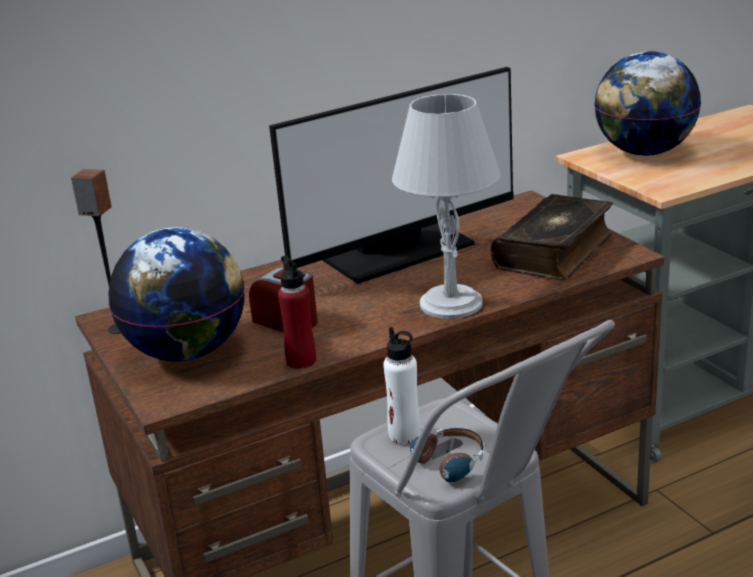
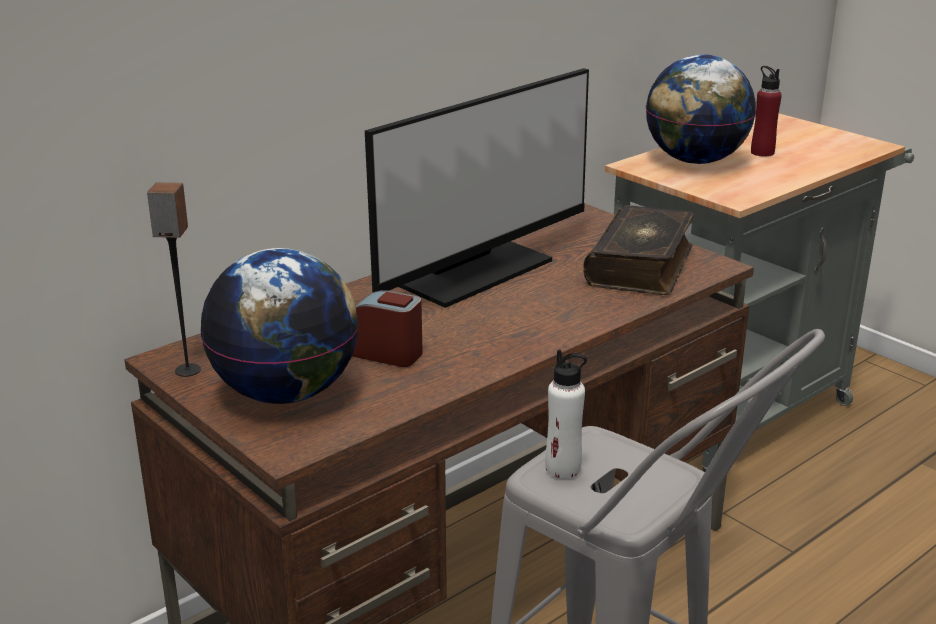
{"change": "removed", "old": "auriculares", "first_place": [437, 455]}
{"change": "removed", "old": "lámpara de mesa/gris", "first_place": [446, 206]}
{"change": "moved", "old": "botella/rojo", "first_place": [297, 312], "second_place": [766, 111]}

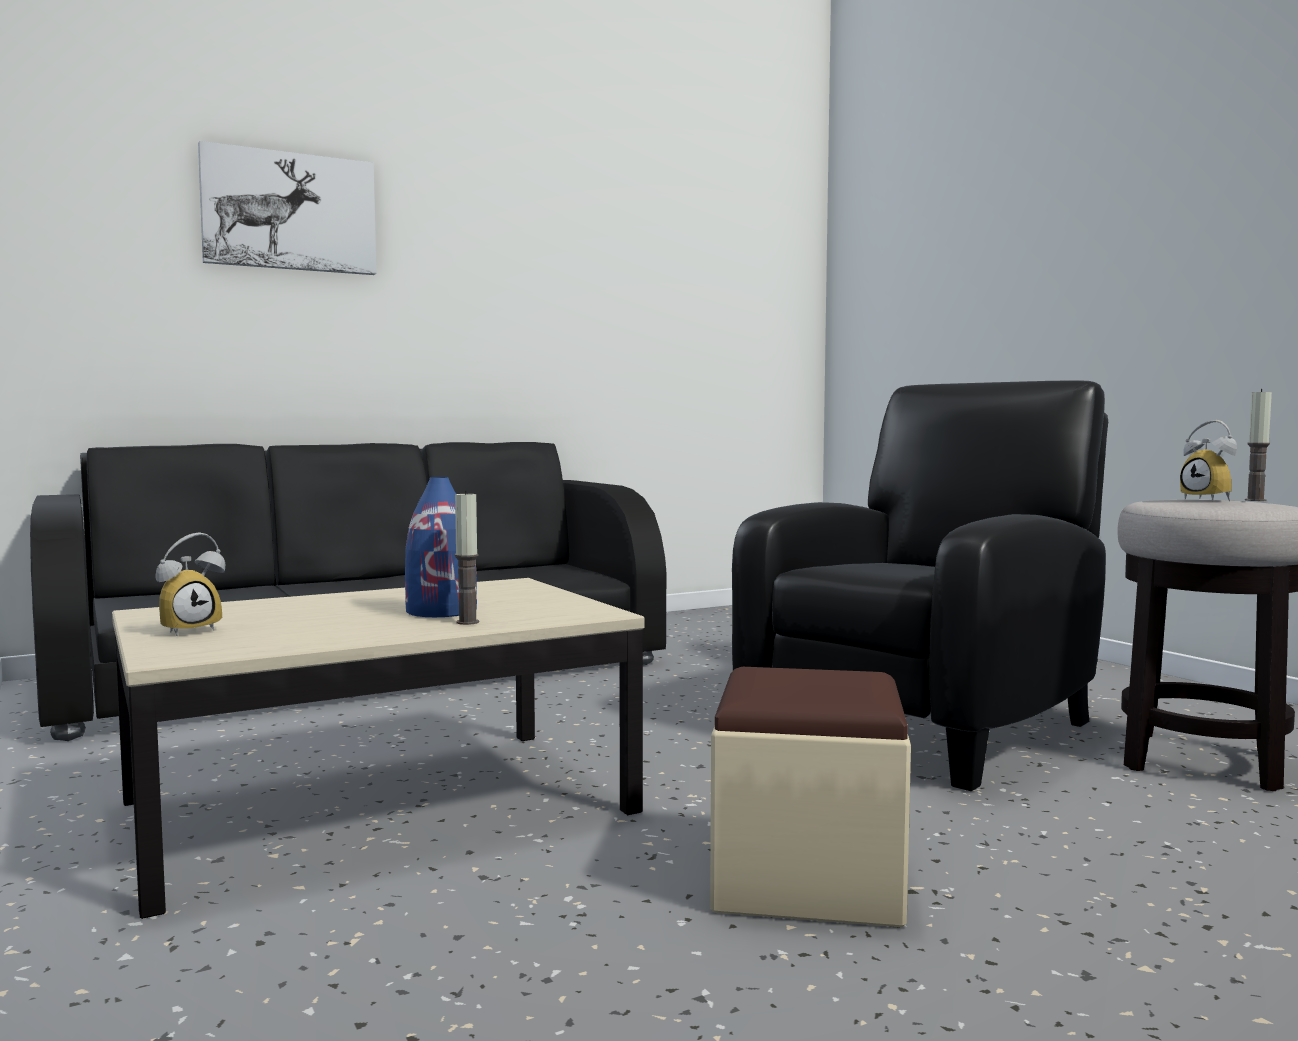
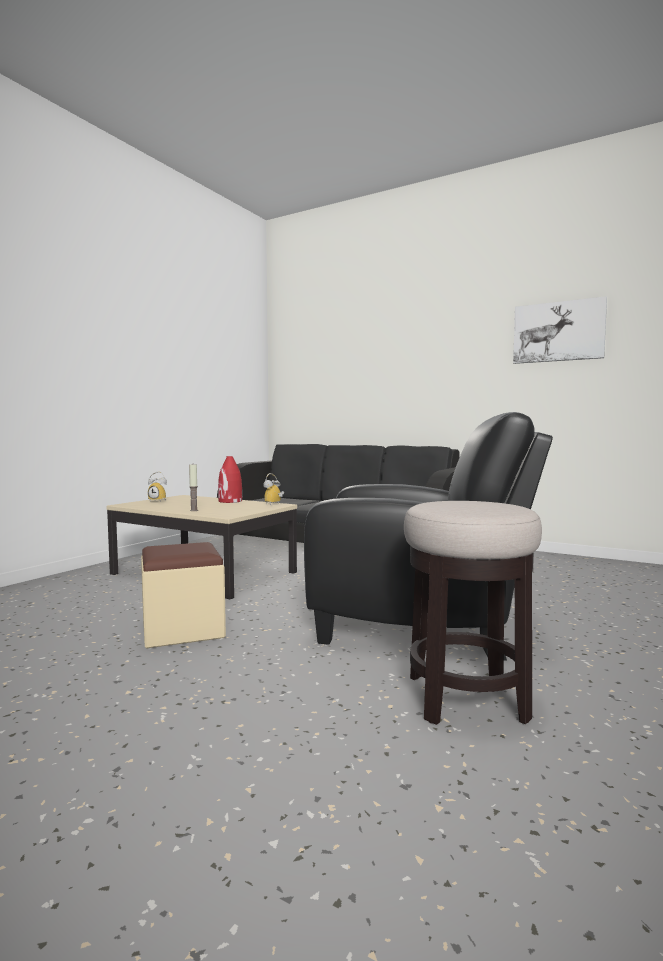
{"change": "removed", "old": "florero/azul", "first_place": [441, 547]}
{"change": "removed", "old": "vela", "first_place": [1258, 445]}
{"change": "added", "new": "florero/rojo", "second_place": [230, 479]}
{"change": "moved", "old": "cuadro", "first_place": [287, 208], "second_place": [560, 330]}
{"change": "moved", "old": "despertador", "first_place": [1208, 460], "second_place": [273, 489]}

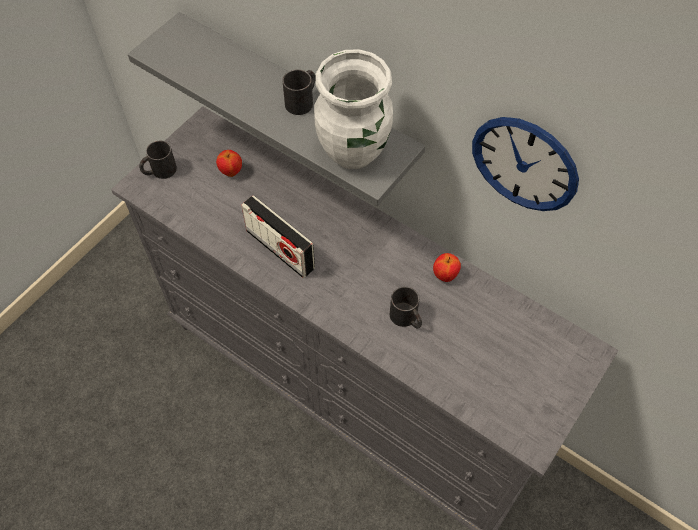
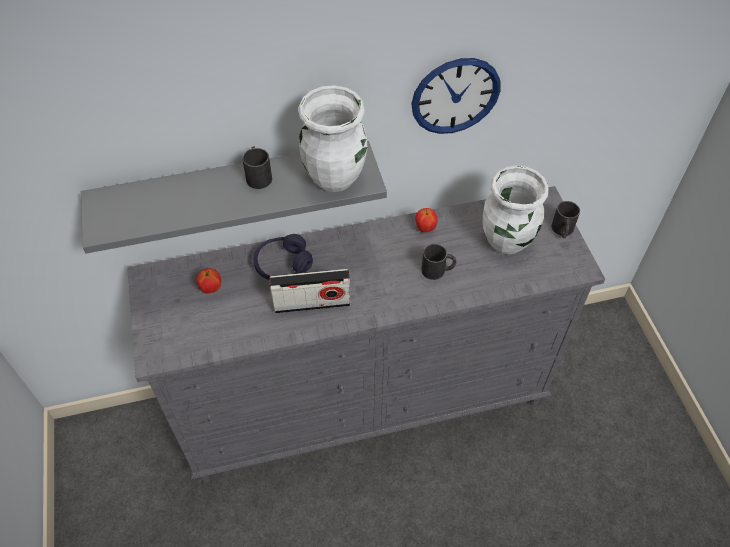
{"change": "added", "new": "auriculares/morado", "second_place": [283, 257]}
{"change": "added", "new": "florero/blanco", "second_place": [516, 210]}
{"change": "moved", "old": "taza grande/negro", "first_place": [158, 160], "second_place": [565, 219]}

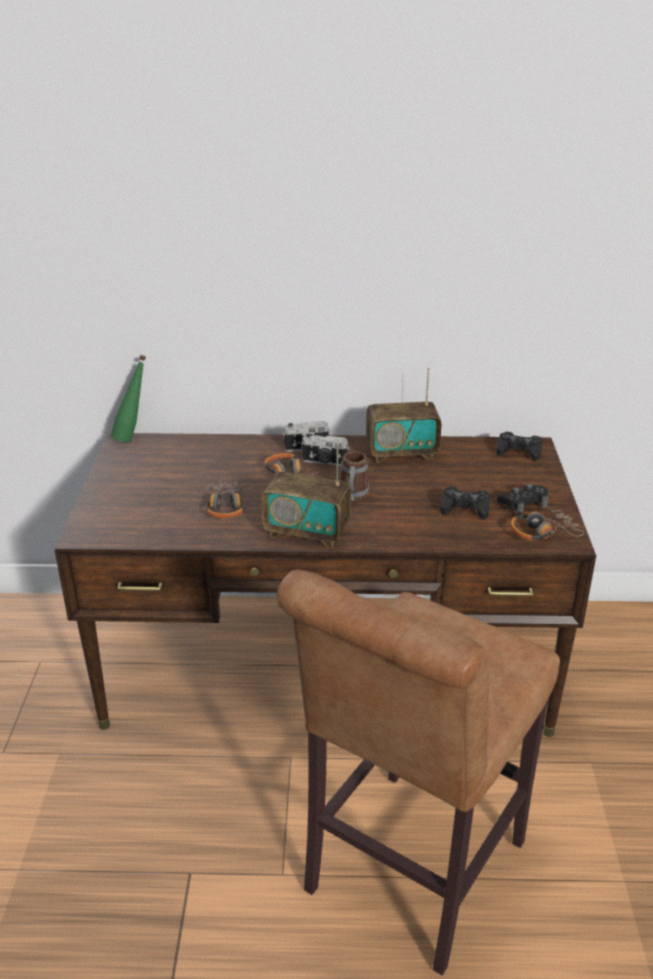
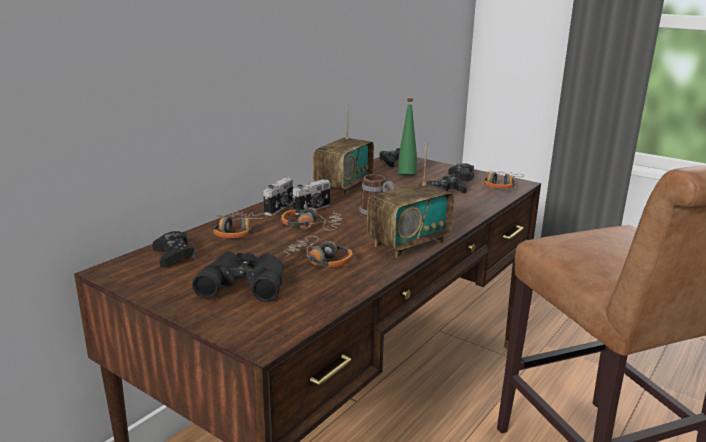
{"change": "added", "new": "mando de consola/negro", "second_place": [174, 249]}
{"change": "added", "new": "prismáticos/negro", "second_place": [238, 276]}
{"change": "added", "new": "auriculares", "second_place": [240, 225]}
{"change": "moved", "old": "botella/verde", "first_place": [128, 398], "second_place": [407, 136]}

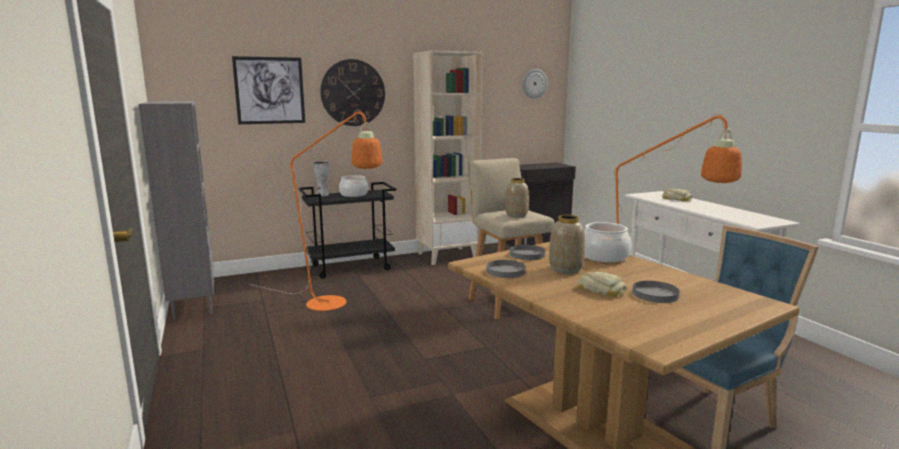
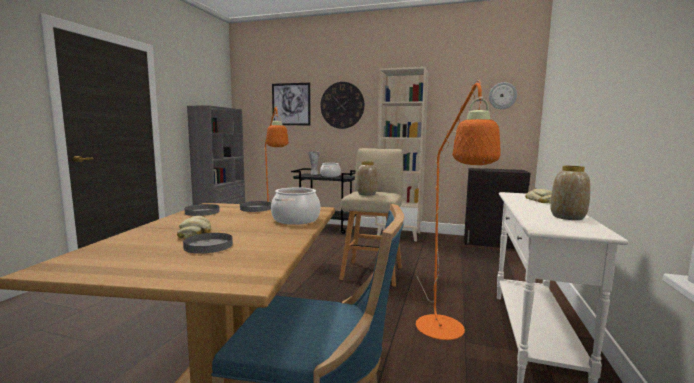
{"change": "moved", "old": "florero", "first_place": [567, 244], "second_place": [570, 193]}

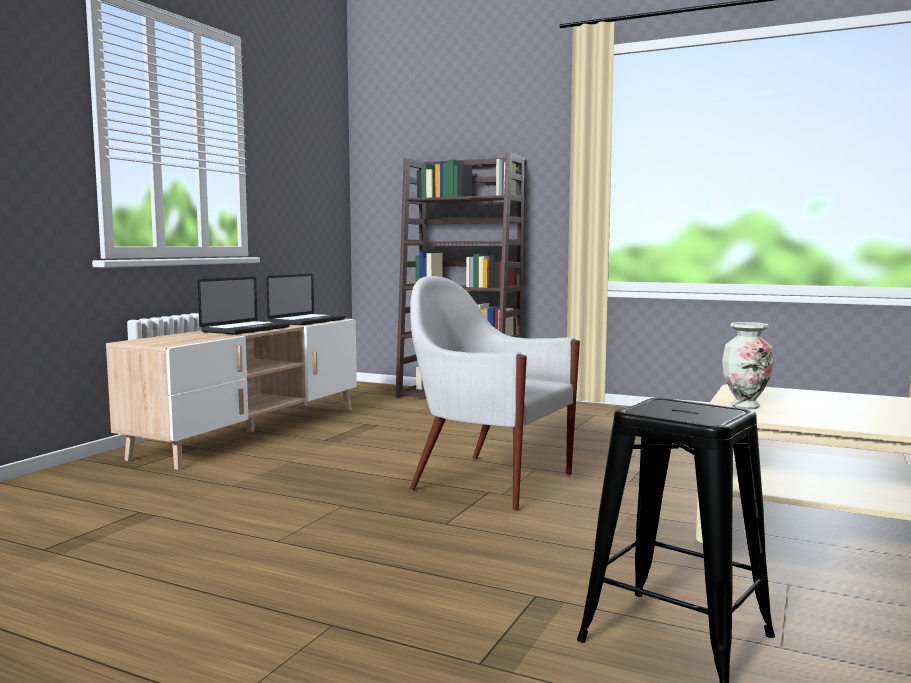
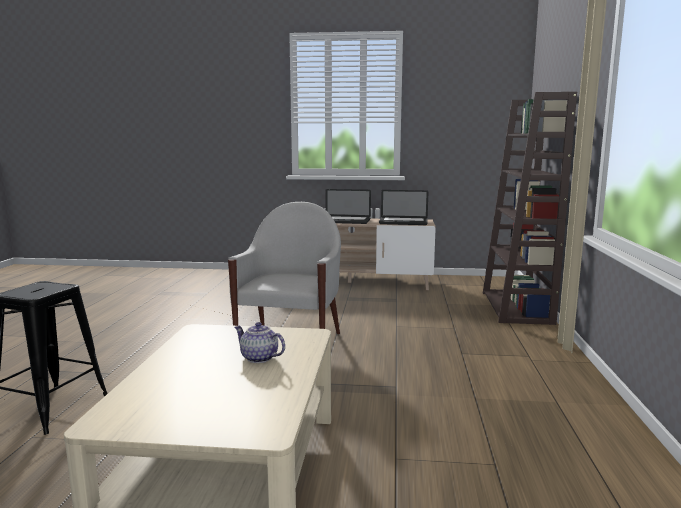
{"change": "removed", "old": "florero", "first_place": [747, 365]}
{"change": "added", "new": "tetera", "second_place": [260, 342]}

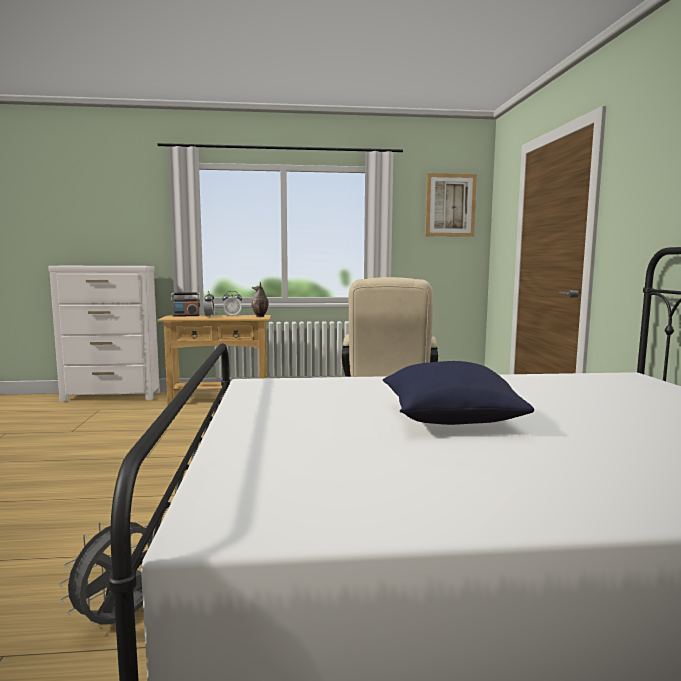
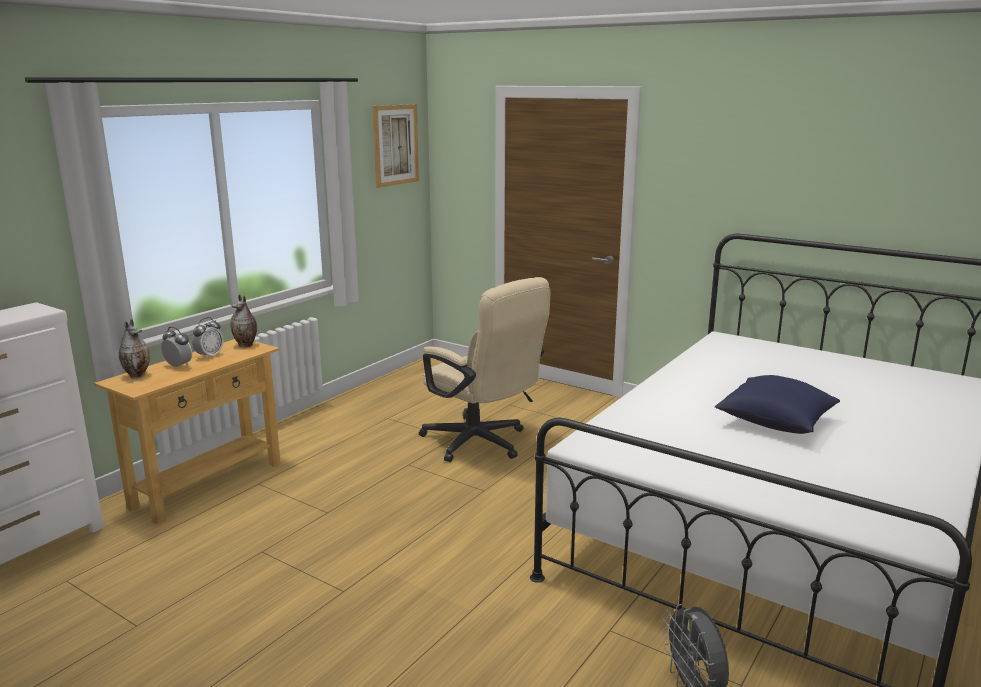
{"change": "replaced", "old": "radio", "new": "florero", "first_place": [185, 305], "second_place": [134, 349]}

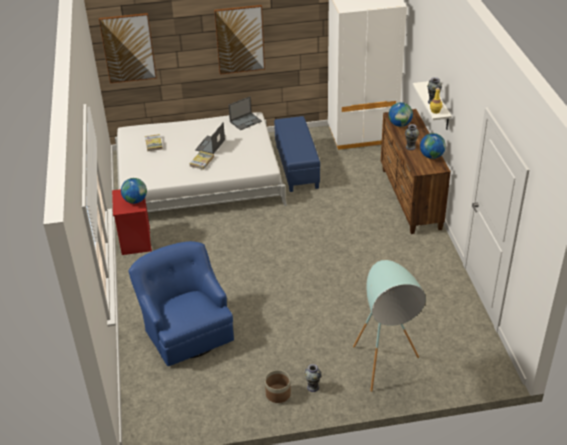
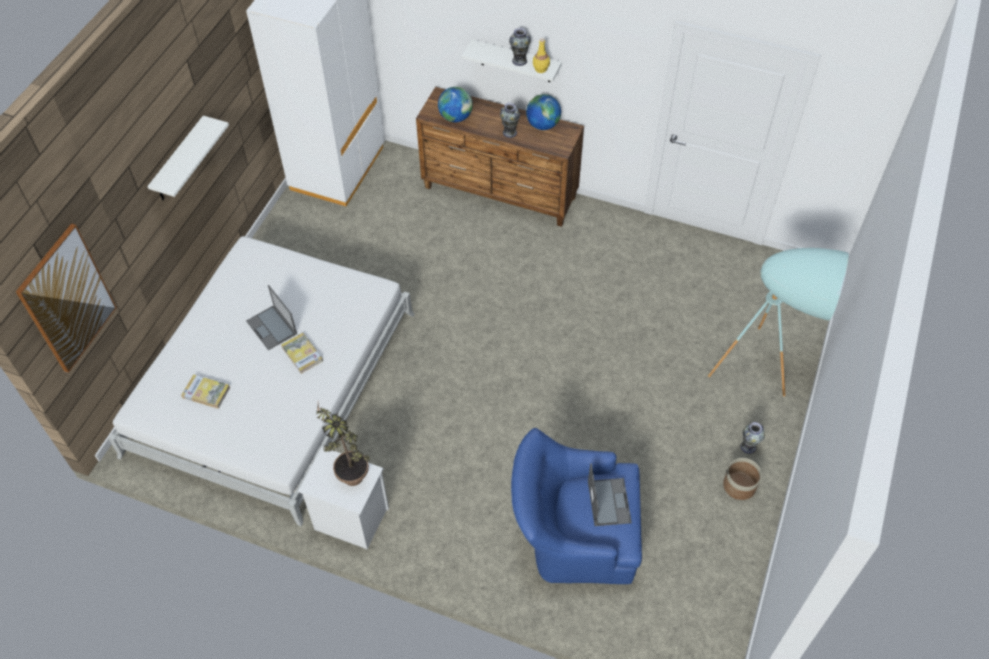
{"change": "removed", "old": "puf/azul", "first_place": [297, 154]}
{"change": "moved", "old": "portátil", "first_place": [245, 113], "second_place": [610, 494]}
{"change": "replaced", "old": "globo terráqueo", "new": "planta en maceta", "first_place": [134, 191], "second_place": [343, 444]}
{"change": "replaced", "old": "cuadro", "new": "estante/blanco", "first_place": [239, 39], "second_place": [188, 158]}
{"change": "recoloured", "old": "mesita de noche/rojo", "new": "mesita de noche/blanco", "first_place": [132, 222], "second_place": [343, 498]}

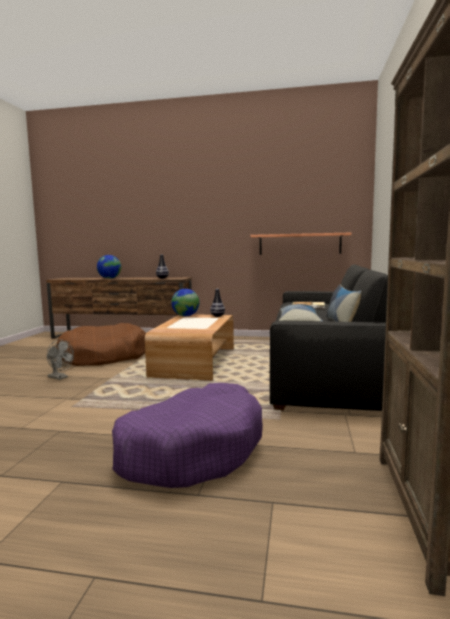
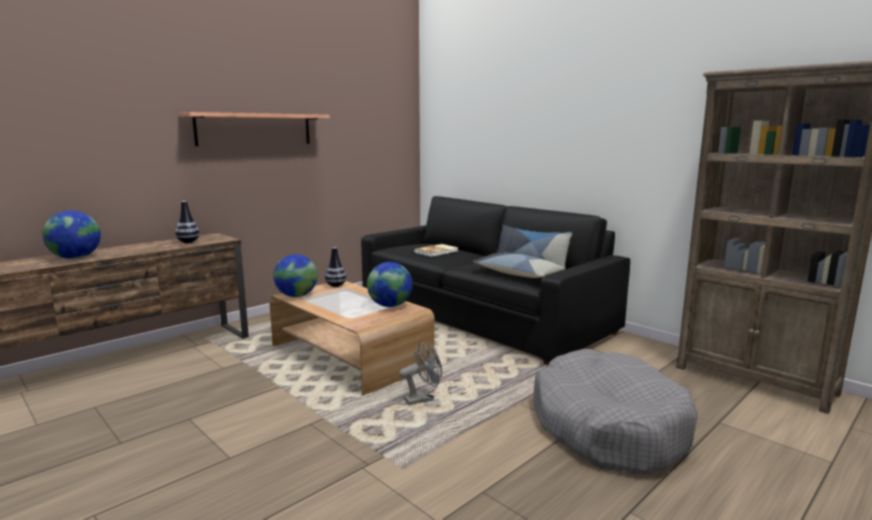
{"change": "removed", "old": "cama para perro/marrón", "first_place": [101, 344]}
{"change": "added", "new": "globo terráqueo", "second_place": [389, 284]}
{"change": "moved", "old": "ventilador/gris", "first_place": [60, 359], "second_place": [420, 373]}
{"change": "moved", "old": "estante", "first_place": [301, 244], "second_place": [254, 129]}
{"change": "recoloured", "old": "cama para perro/morado", "new": "cama para perro/gris", "first_place": [187, 435], "second_place": [615, 412]}

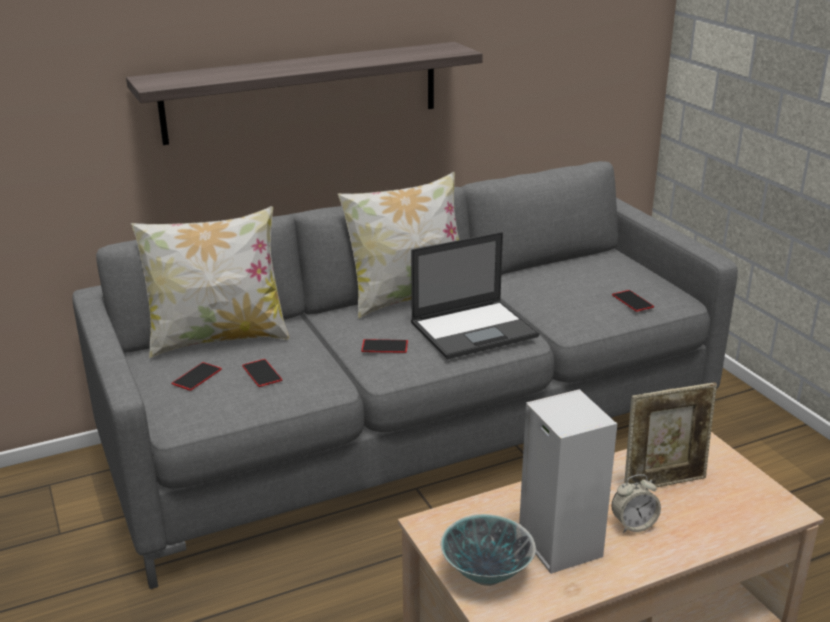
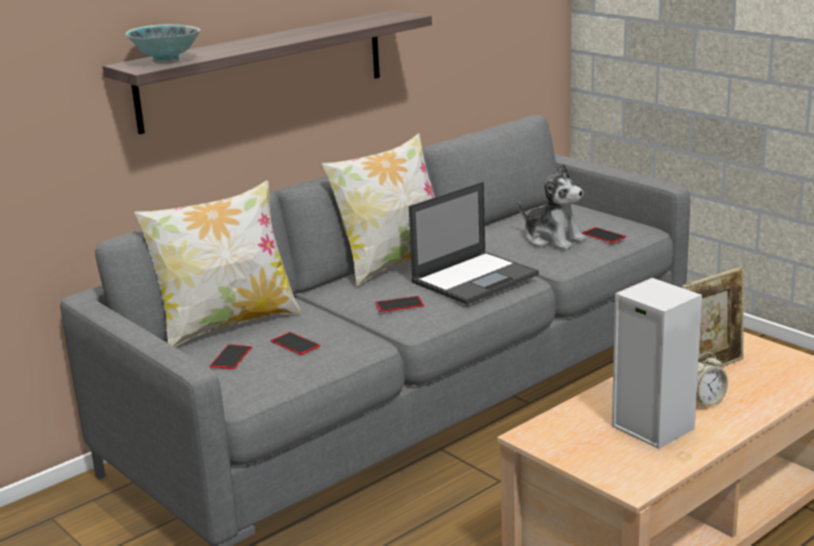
{"change": "added", "new": "peluche", "second_place": [552, 206]}
{"change": "moved", "old": "cuenco", "first_place": [488, 550], "second_place": [163, 44]}

